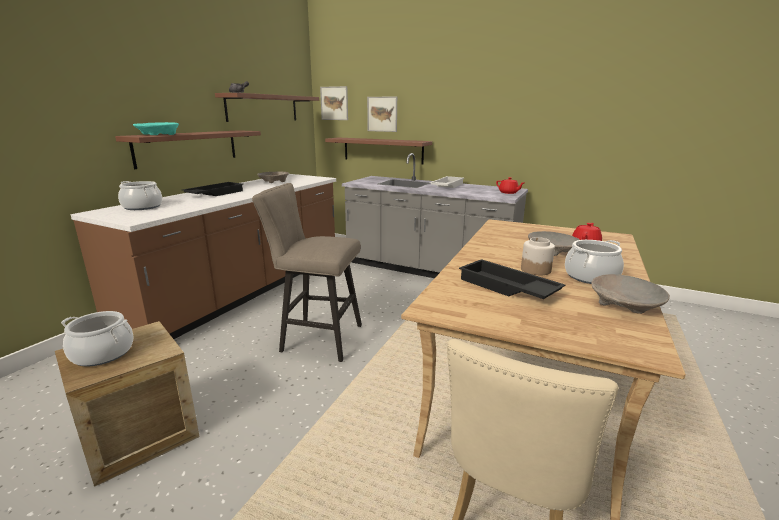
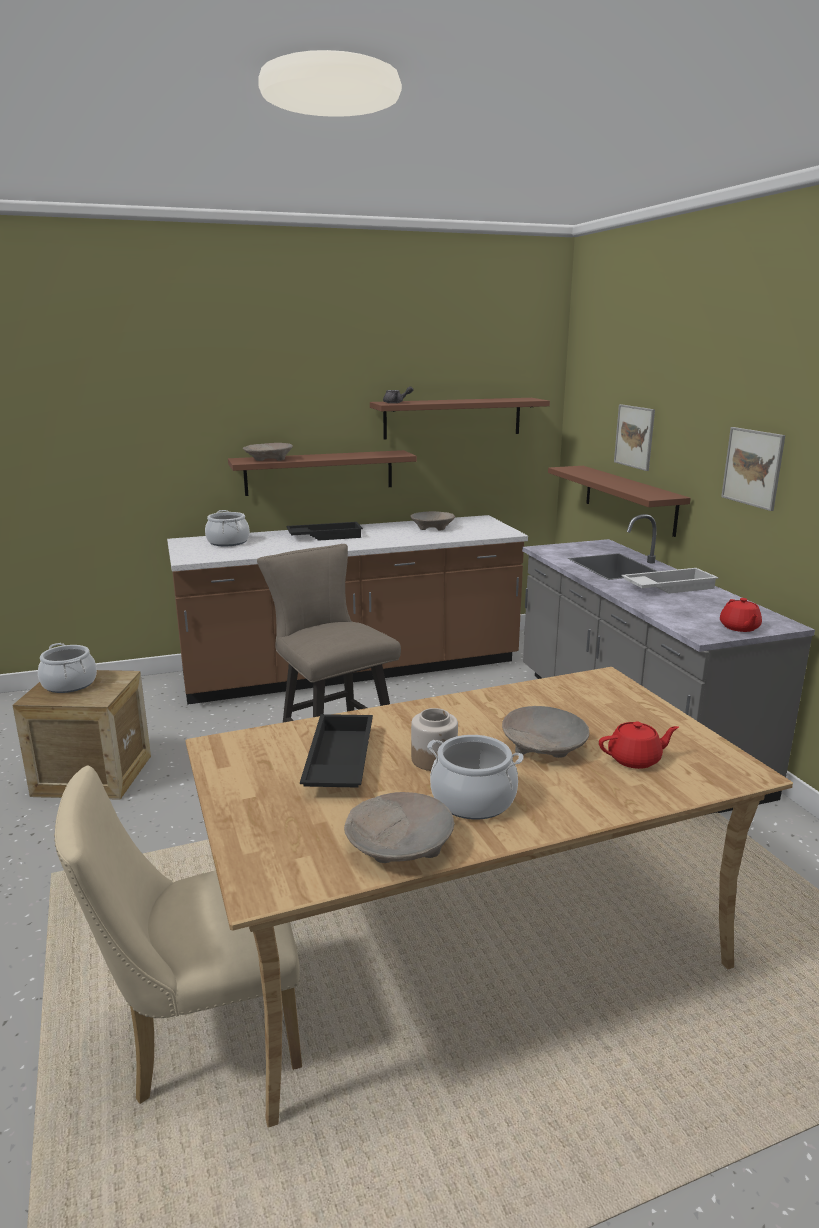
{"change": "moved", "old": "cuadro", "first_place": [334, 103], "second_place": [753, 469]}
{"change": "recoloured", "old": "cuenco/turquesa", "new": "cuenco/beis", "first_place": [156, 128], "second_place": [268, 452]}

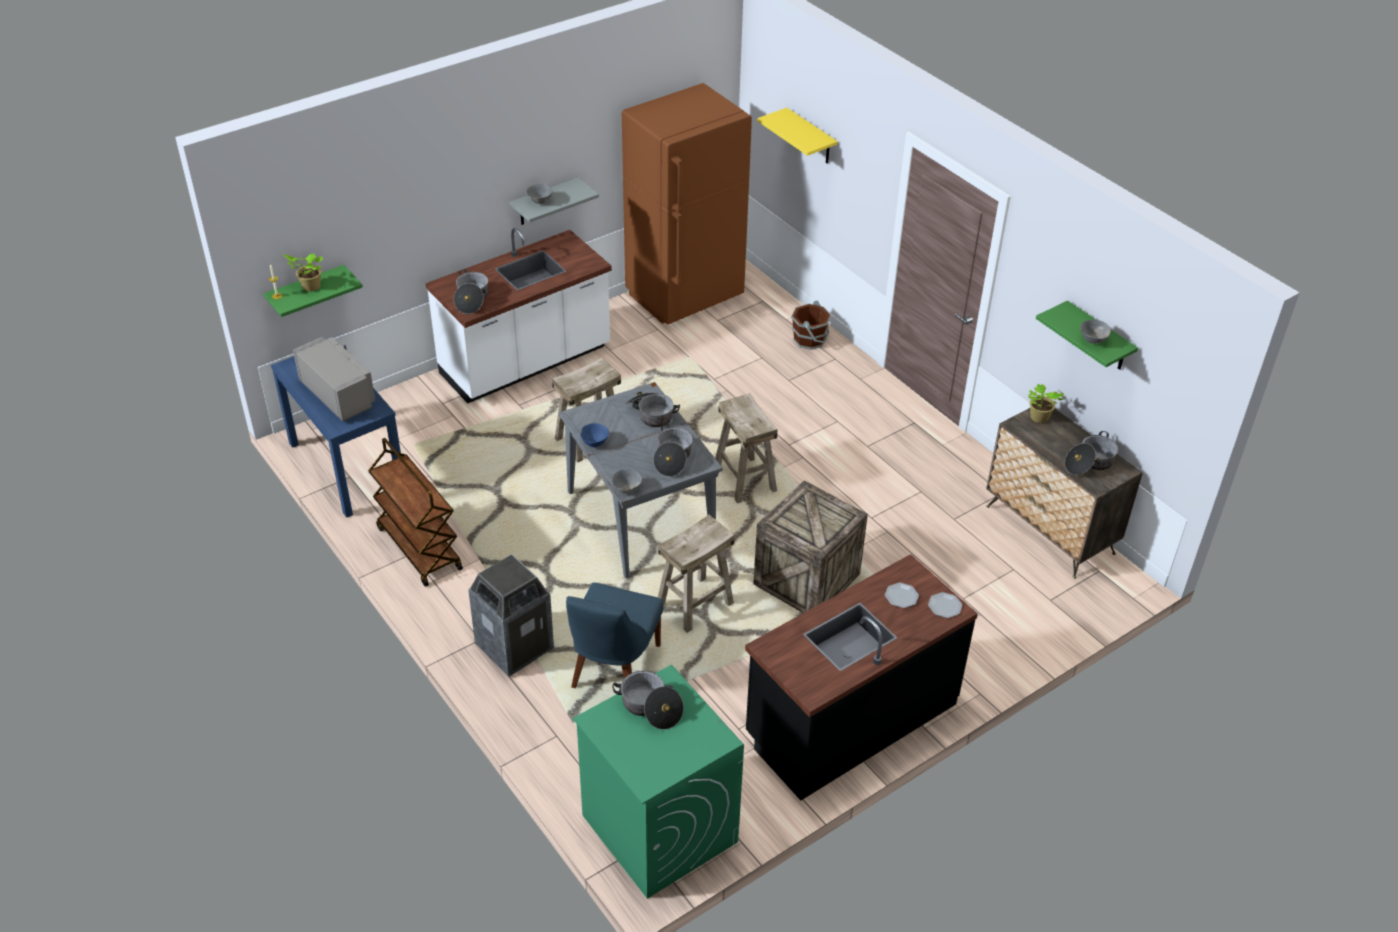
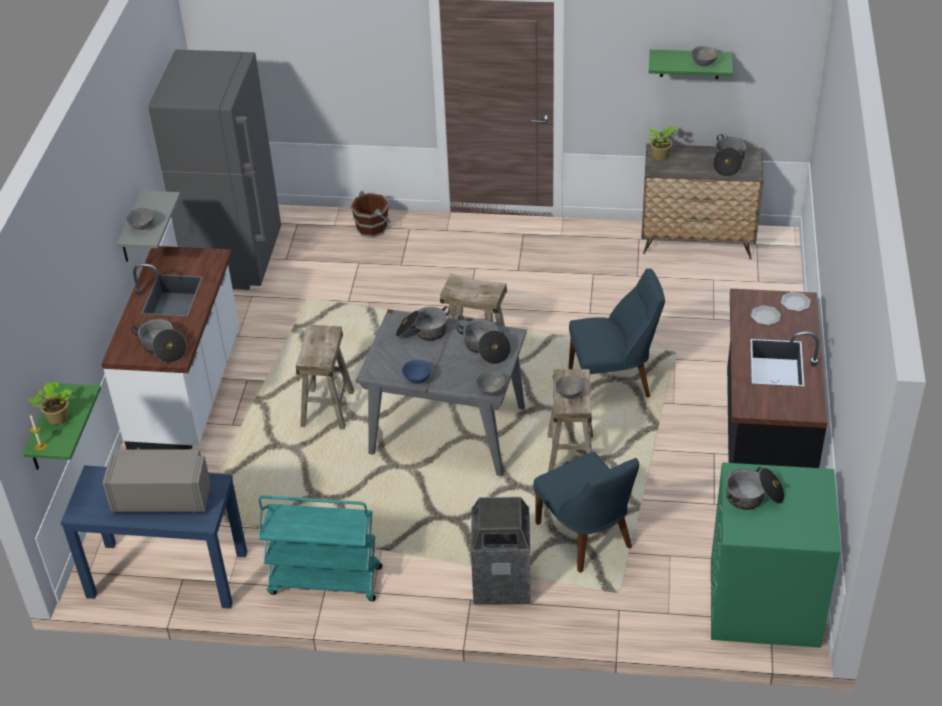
{"change": "removed", "old": "estante/amarillo", "first_place": [797, 136]}
{"change": "added", "new": "cuenco/gris", "second_place": [570, 387]}
{"change": "replaced", "old": "caja de embalaje", "new": "silla/azul", "first_place": [810, 546], "second_place": [617, 332]}
{"change": "recoloured", "old": "carrito/marrón", "new": "carrito/turquesa", "first_place": [415, 512], "second_place": [320, 548]}
{"change": "recoloured", "old": "nevera/marrón", "new": "nevera/gris", "first_place": [687, 204], "second_place": [214, 170]}

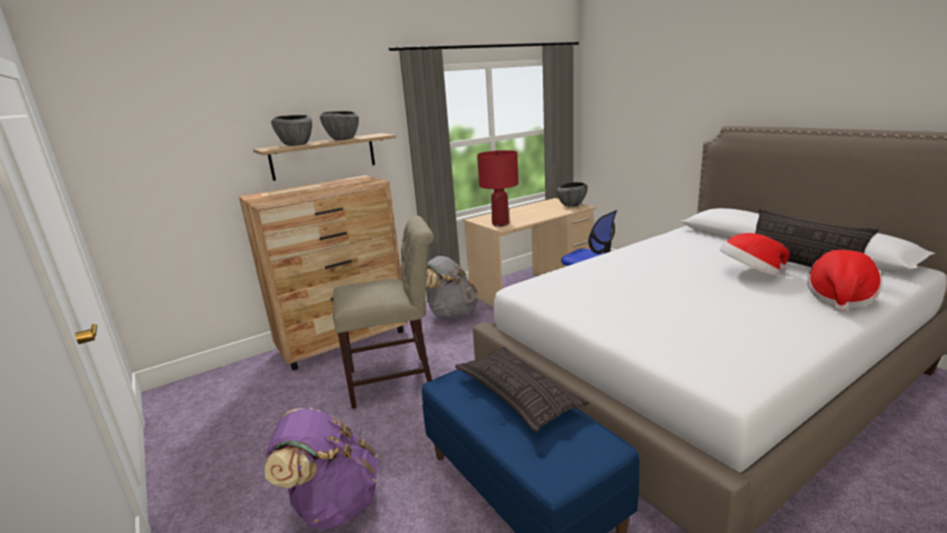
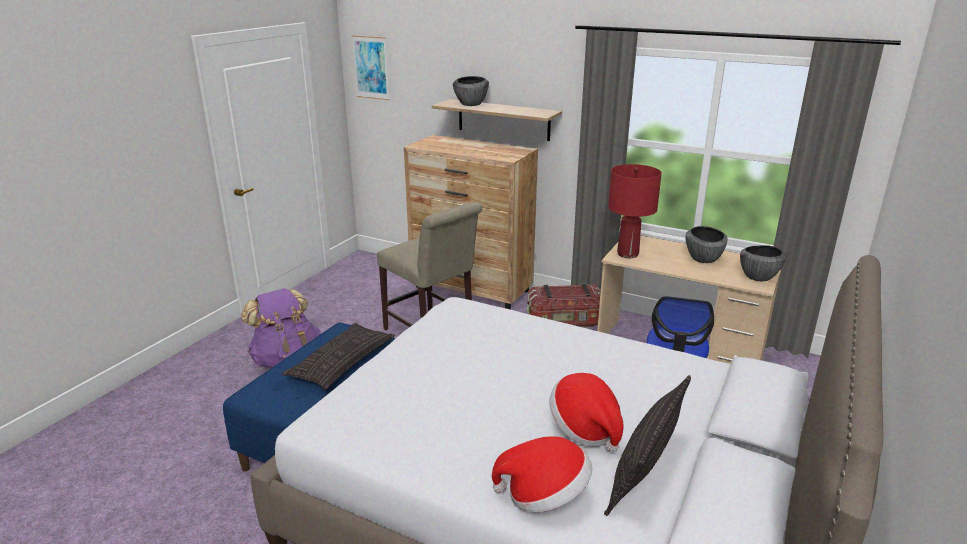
{"change": "added", "new": "cuadro", "second_place": [370, 67]}
{"change": "moved", "old": "cuenco", "first_place": [339, 125], "second_place": [707, 244]}
{"change": "replaced", "old": "mochila/gris", "new": "caja de almacenaje", "first_place": [452, 287], "second_place": [564, 305]}

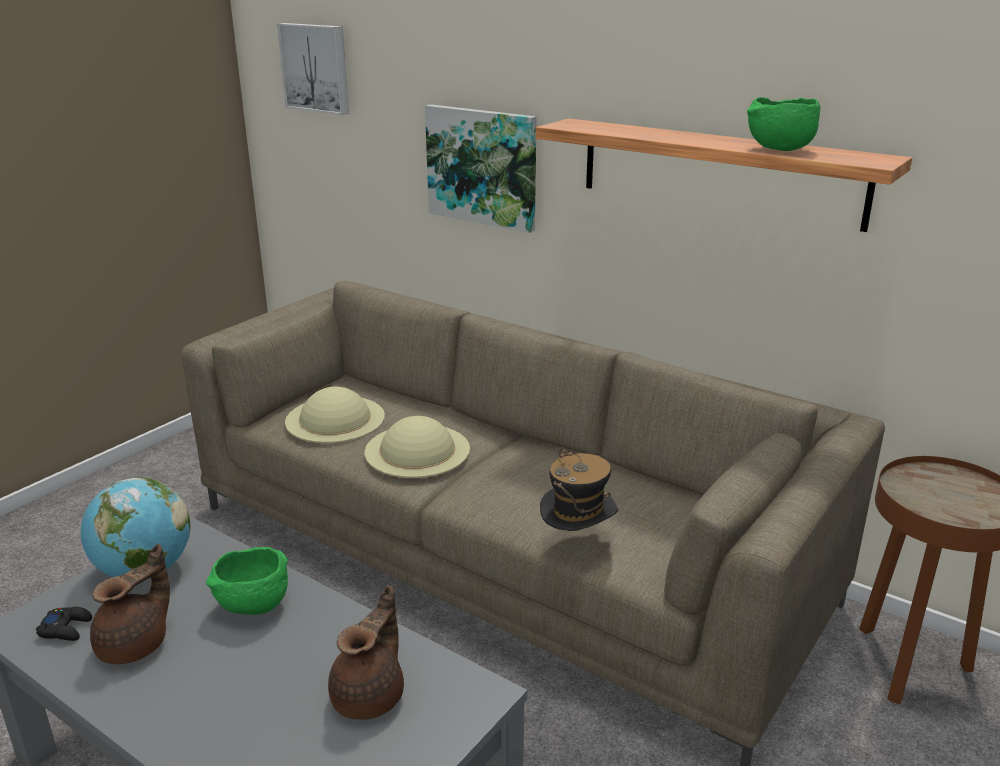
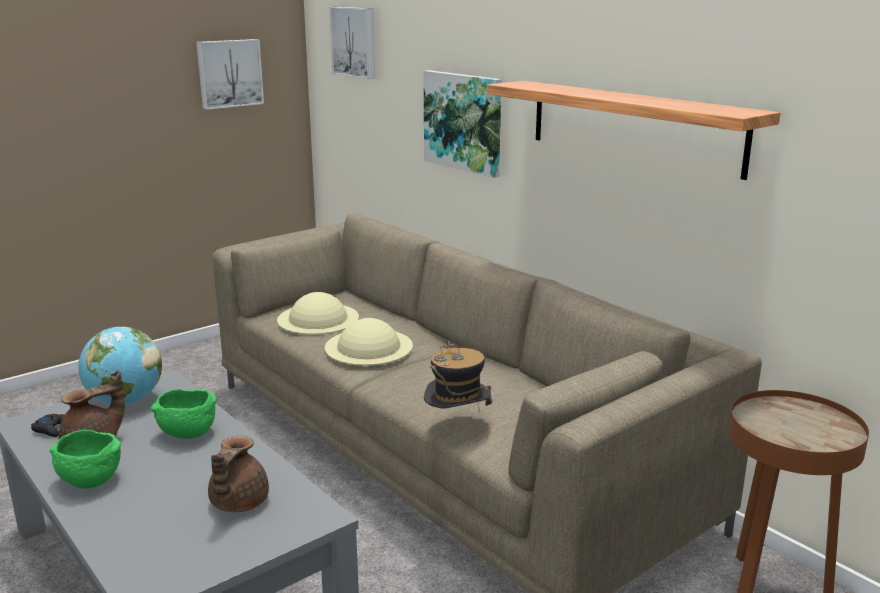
{"change": "added", "new": "cuadro", "second_place": [230, 74]}
{"change": "moved", "old": "cuenco/verde", "first_place": [784, 124], "second_place": [85, 459]}
{"change": "turned", "old": "tetera/marrón", "first_place": [366, 652], "second_place": [238, 474], "degrees": 150}

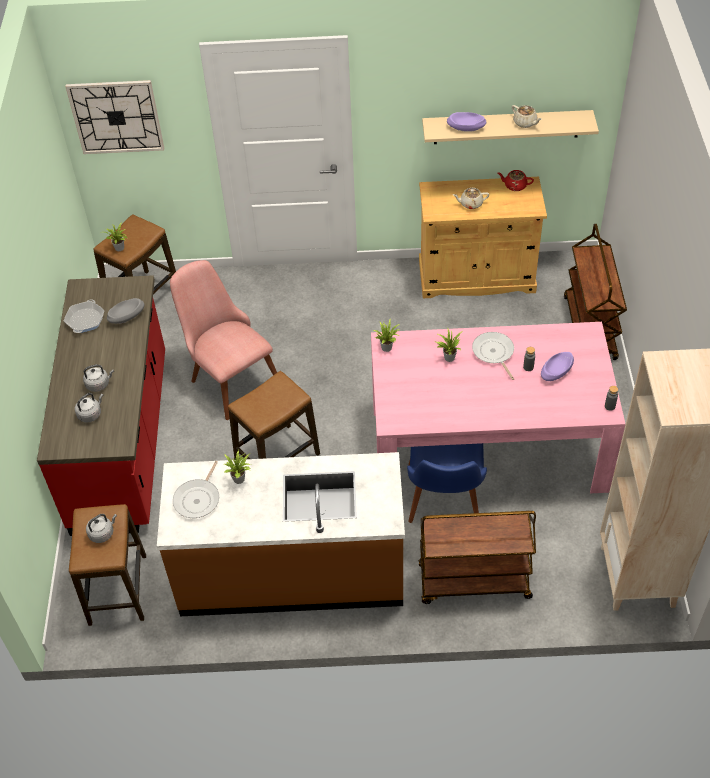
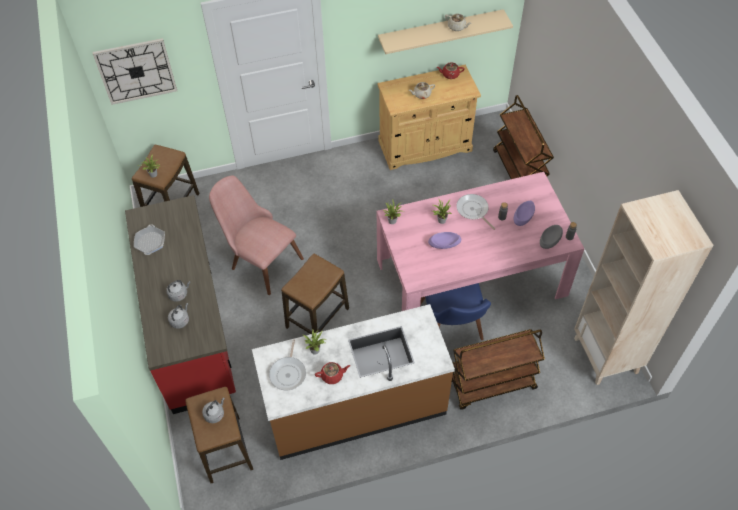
{"change": "added", "new": "tetera/rojo", "second_place": [333, 373]}
{"change": "moved", "old": "cuenco/gris", "first_place": [125, 311], "second_place": [551, 237]}
{"change": "moved", "old": "cuenco/morado", "first_place": [466, 122], "second_place": [444, 240]}

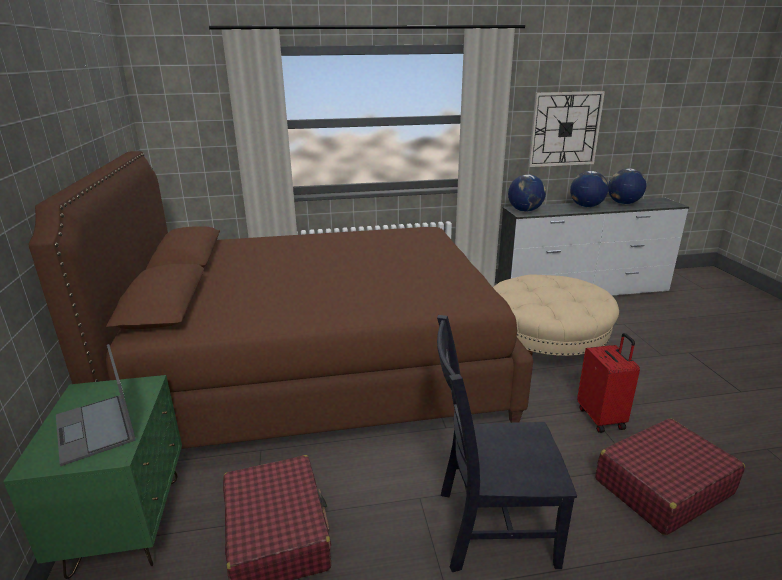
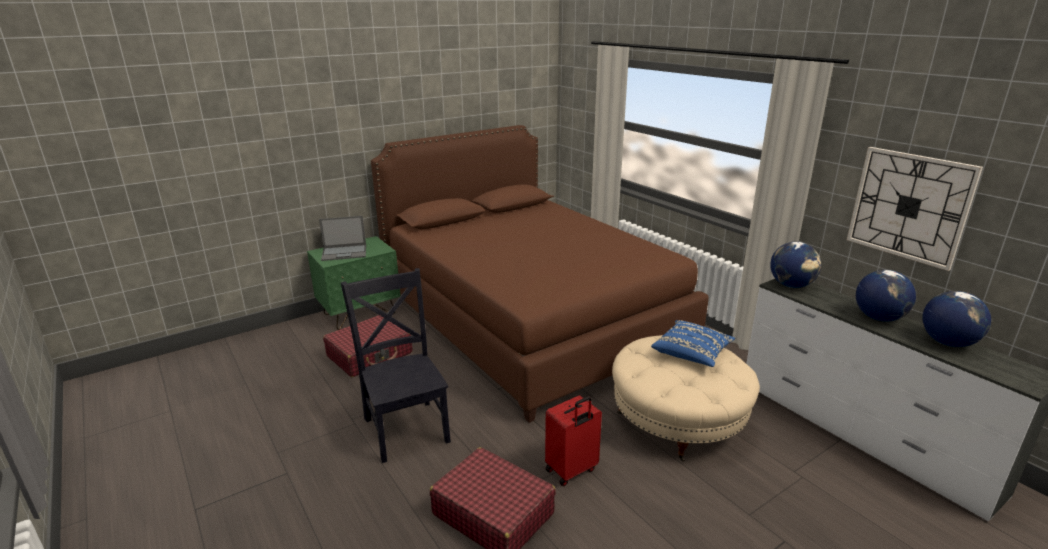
{"change": "added", "new": "cojín/azul", "second_place": [693, 343]}
{"change": "turned", "old": "portátil", "first_place": [96, 405], "second_place": [342, 238], "degrees": -135}

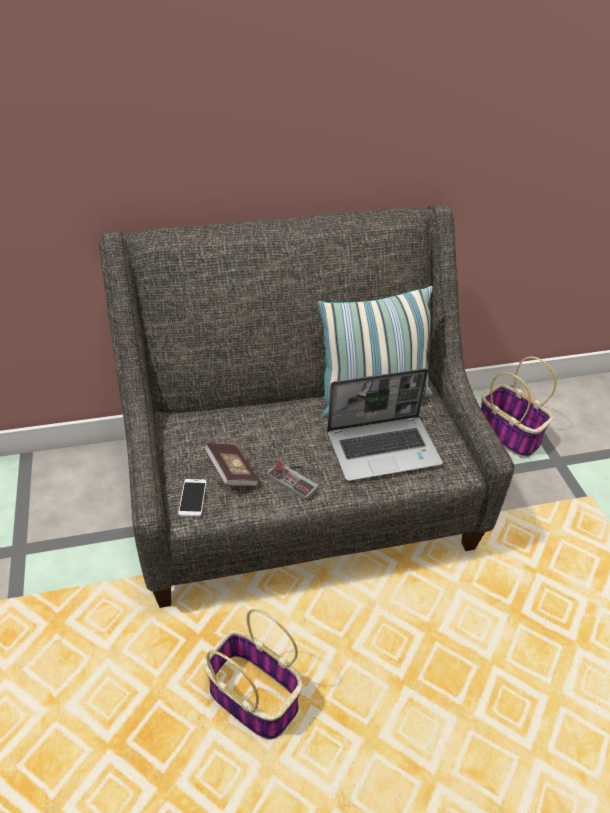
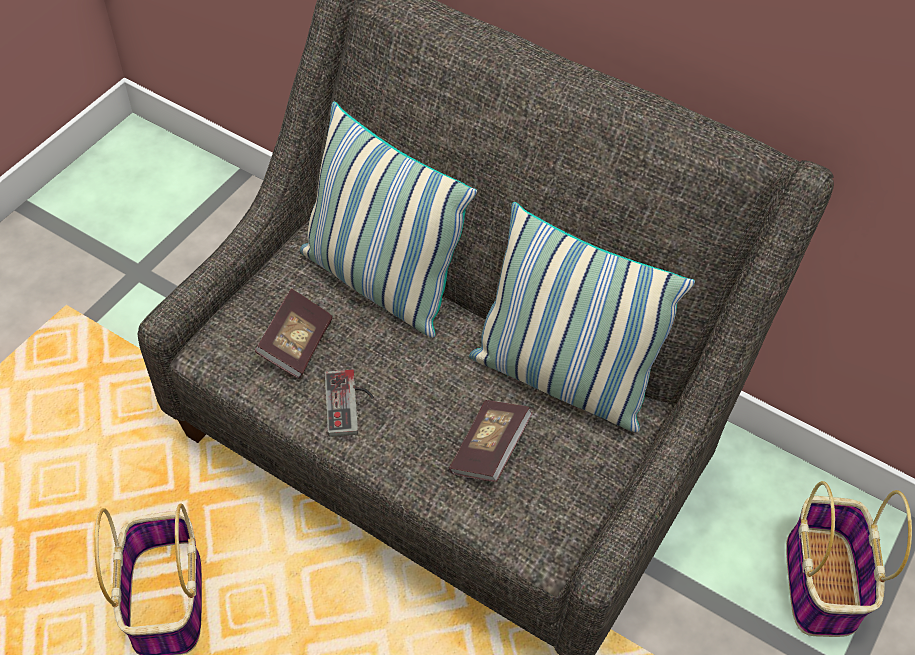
{"change": "removed", "old": "móvil", "first_place": [192, 498]}
{"change": "added", "new": "cojín", "second_place": [388, 220]}
{"change": "replaced", "old": "portátil", "new": "libro", "first_place": [385, 424], "second_place": [491, 441]}

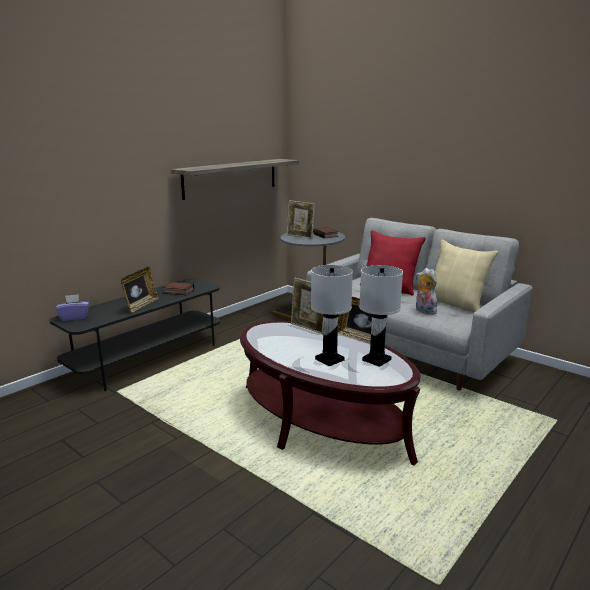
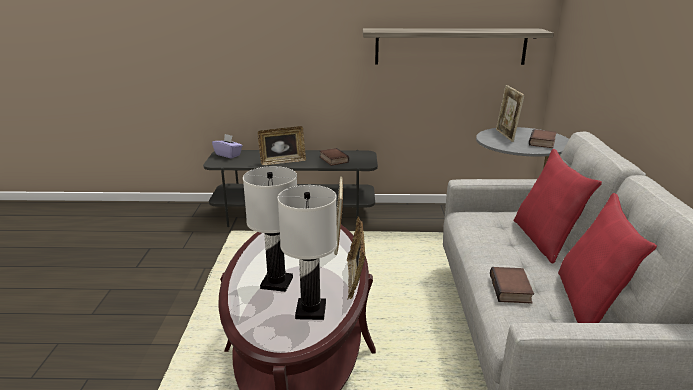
{"change": "replaced", "old": "peluche", "new": "libro", "first_place": [426, 291], "second_place": [512, 285]}
{"change": "recoloured", "old": "cojín/beis", "new": "cojín/rojo", "first_place": [467, 276], "second_place": [607, 258]}

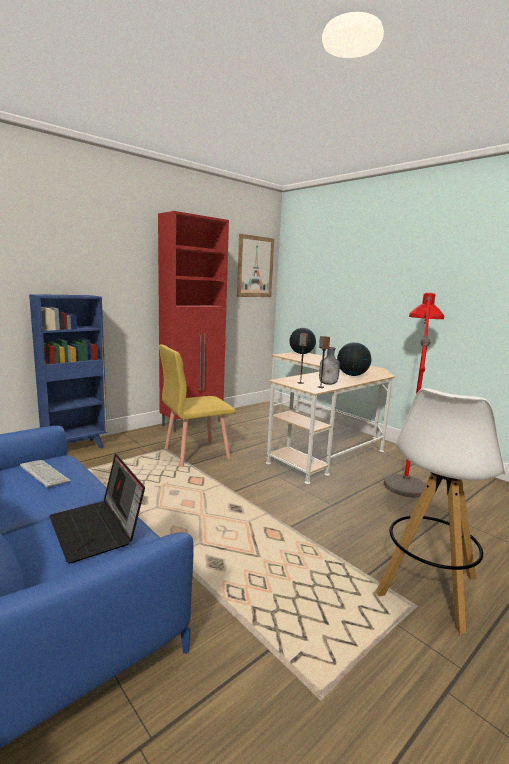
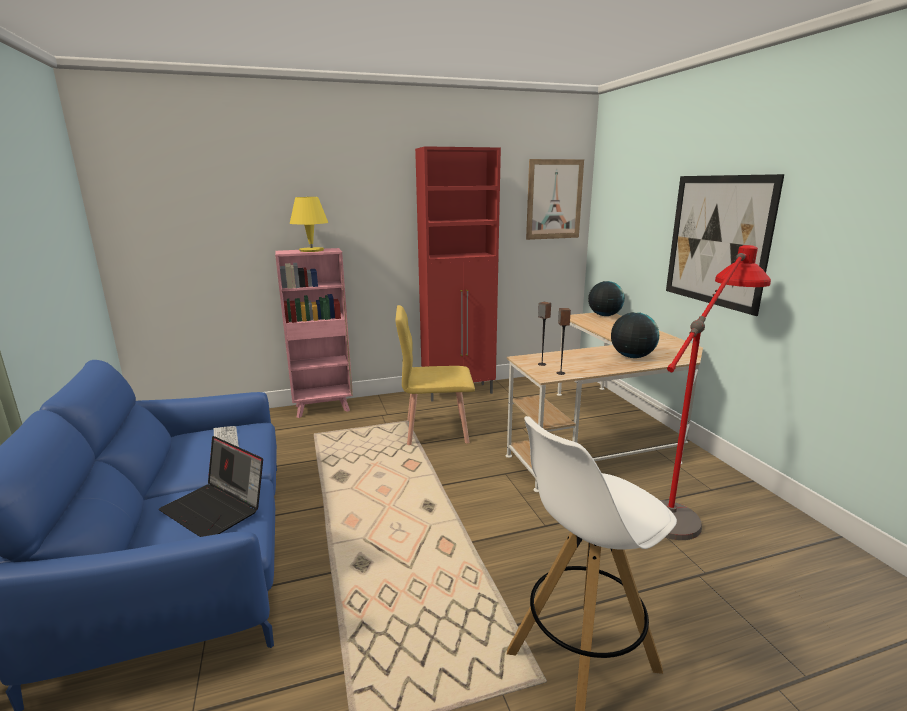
{"change": "removed", "old": "botella/gris", "first_place": [329, 366]}
{"change": "added", "new": "lámpara de mesa/amarillo", "second_place": [309, 224]}
{"change": "added", "new": "cuadro", "second_place": [725, 245]}
{"change": "recoloured", "old": "estantería/azul", "new": "estantería/rosa", "first_place": [68, 371], "second_place": [314, 333]}
{"change": "turned", "old": "portátil", "first_place": [97, 509], "second_place": [211, 486], "degrees": -45}

